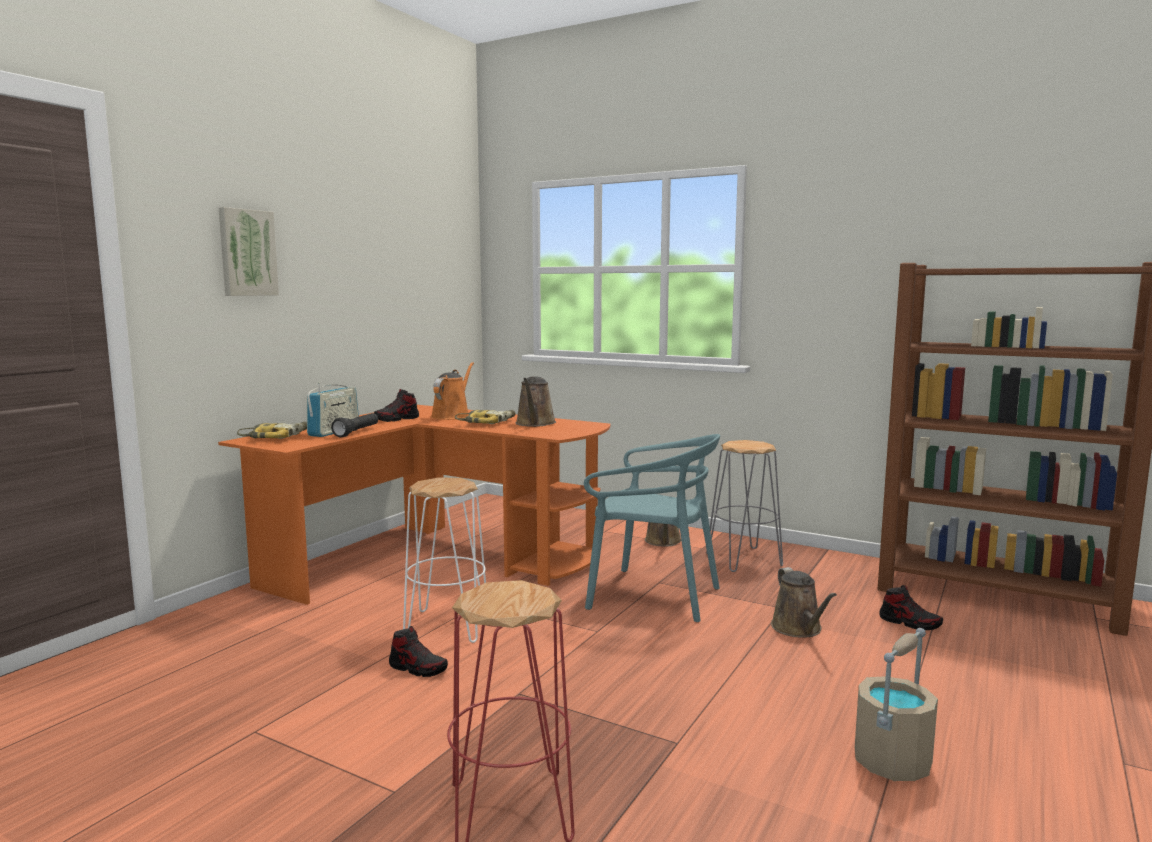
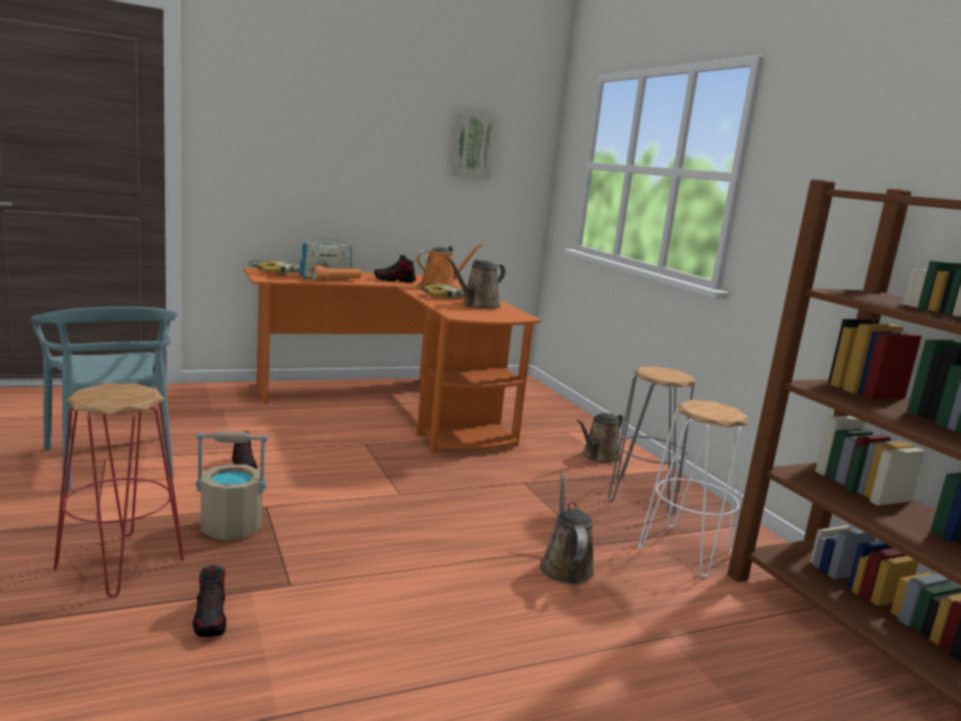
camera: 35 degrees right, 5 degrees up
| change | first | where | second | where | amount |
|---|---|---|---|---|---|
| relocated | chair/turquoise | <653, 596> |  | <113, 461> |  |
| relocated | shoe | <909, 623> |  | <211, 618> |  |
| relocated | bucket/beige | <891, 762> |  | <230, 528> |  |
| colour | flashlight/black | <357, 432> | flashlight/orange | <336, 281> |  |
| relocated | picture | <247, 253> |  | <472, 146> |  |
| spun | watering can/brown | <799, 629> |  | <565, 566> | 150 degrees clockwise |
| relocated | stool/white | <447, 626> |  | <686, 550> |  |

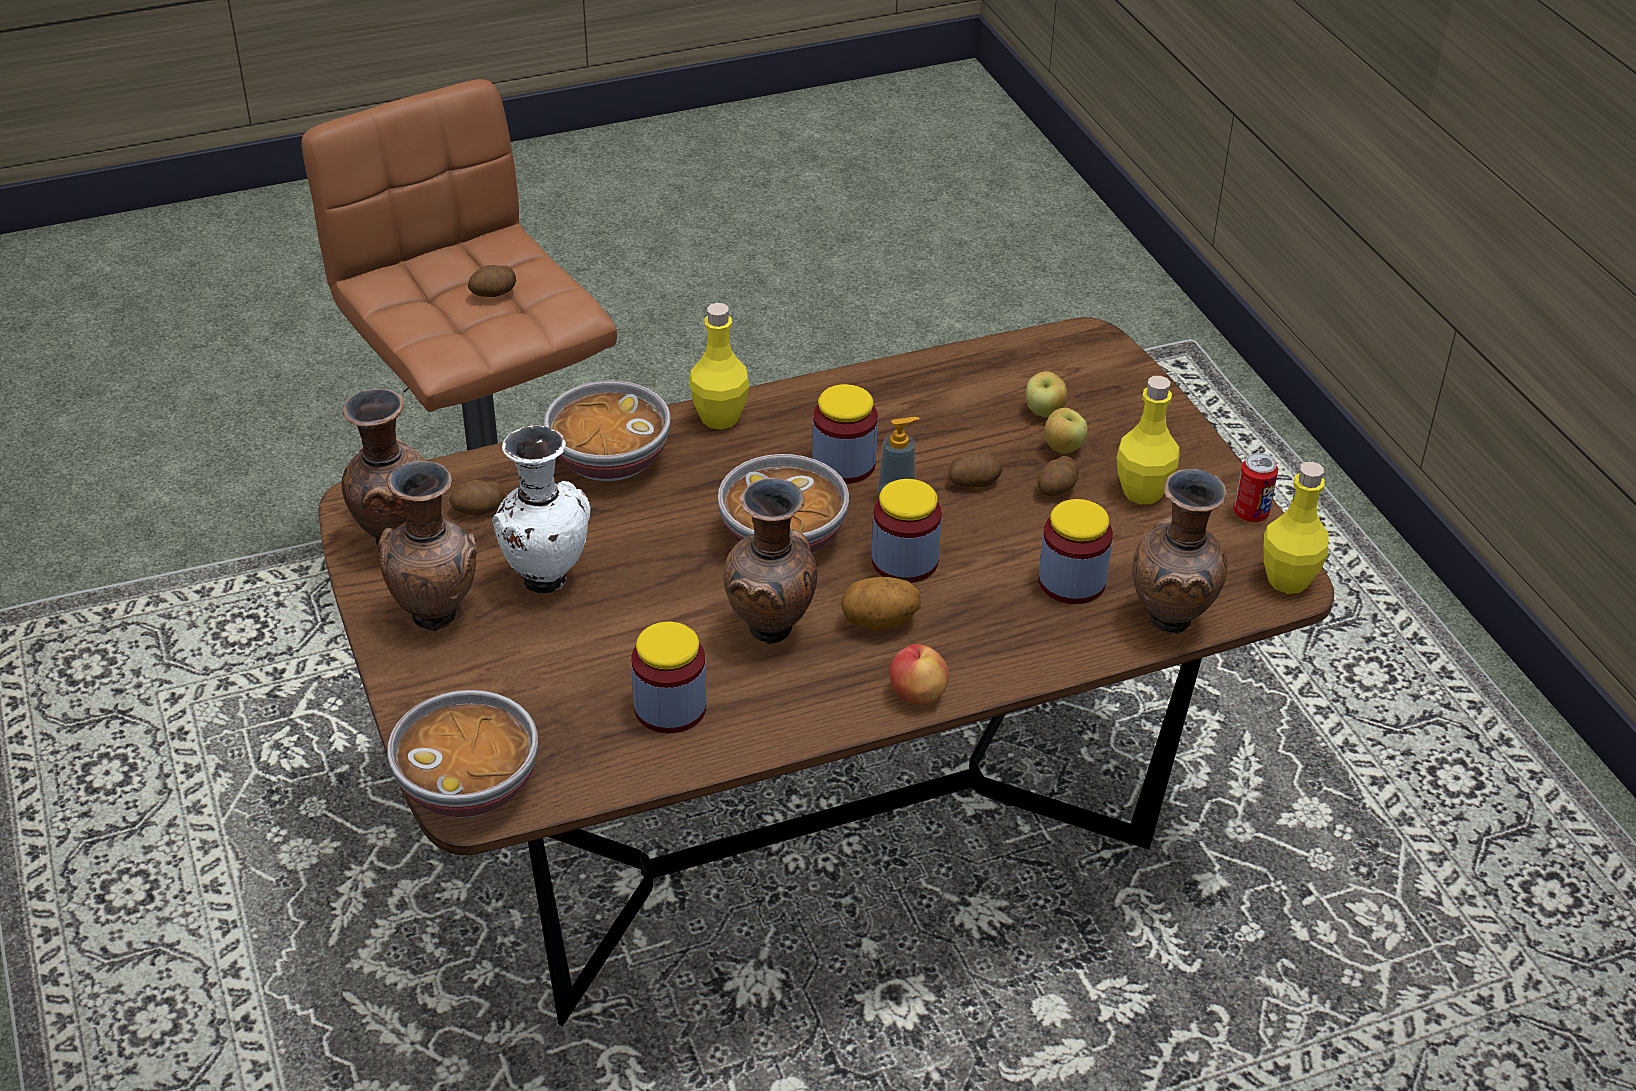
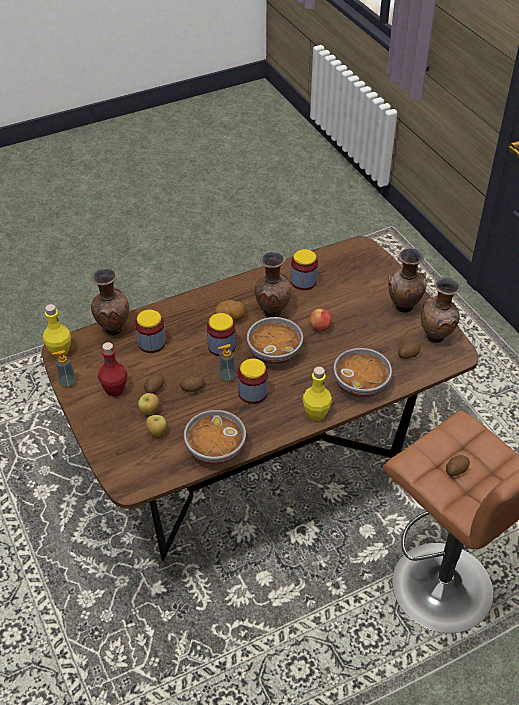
camera: 175 degrees right, 5 degrees up
| change | first | where | second | where | amount |
|---|---|---|---|---|---|
| exchanged | can | <1251, 514> | soap dispenser | <67, 382> |  |
| colour | bottle/yellow | <1142, 492> | bottle/red | <115, 390> |  |
| relocated | bowl | <470, 785> |  | <215, 450> |  |
| relocated | apple | <917, 694> |  | <320, 328> |  |
| missing | vase/white | <546, 578> |  |  |  |

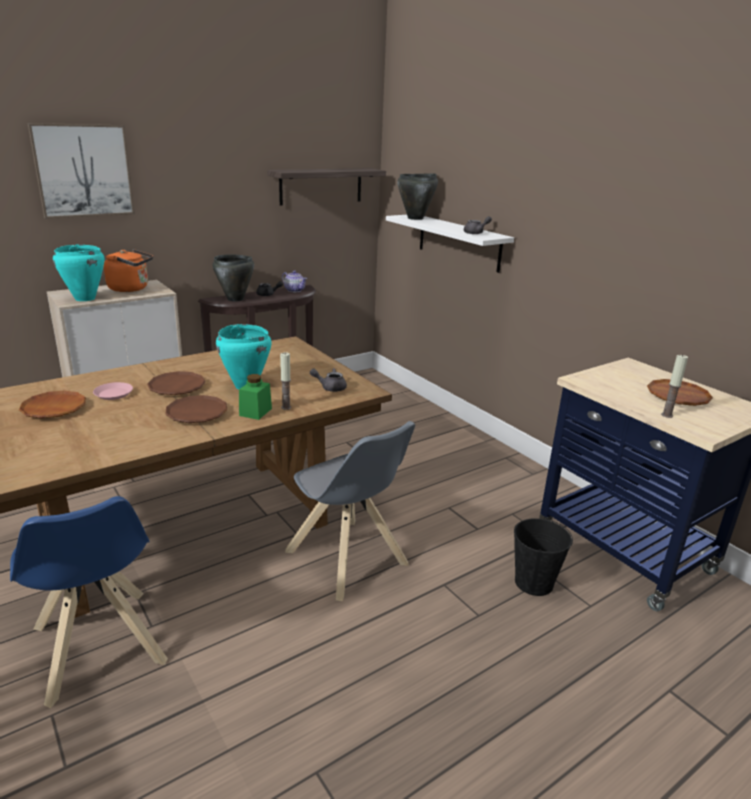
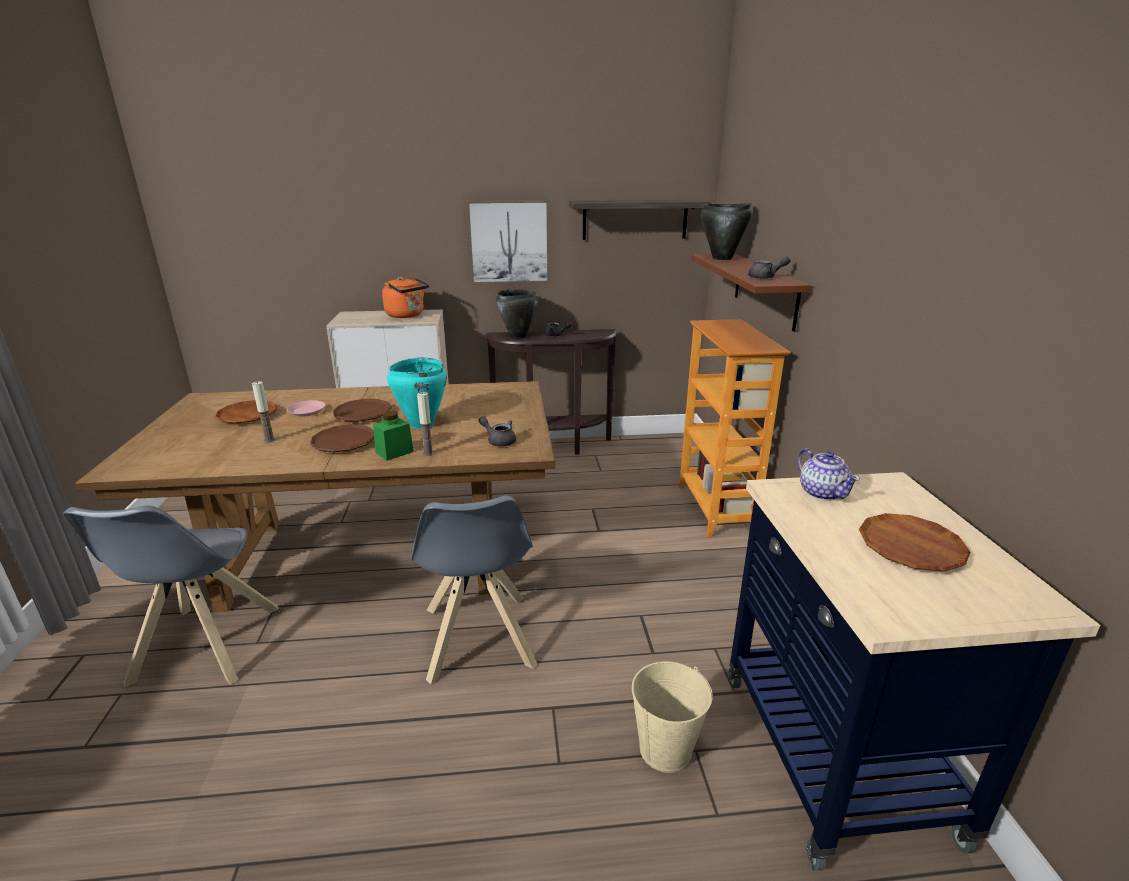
camera: 30 degrees right, 0 degrees up
| change | first | where | second | where | amount |
|---|---|---|---|---|---|
| colour | chair/blue | <99, 648> | chair/grey | <204, 647> |  |
| relocated | candle | <667, 415> |  | <269, 440> |  |
| relocated | picture | <83, 171> |  | <509, 242> |  |
| colour | bucket/black | <533, 582> | bucket/beige | <665, 749> |  |
| appeared |  |  | bookcase | <716, 509> |  |
| colour | shelf/white | <459, 242> | shelf/brown | <765, 290> |  |
| relocated | teapot | <294, 290> |  | <822, 492> |  |
| missing | cooking pot/turquoise | <84, 299> |  |  |  |

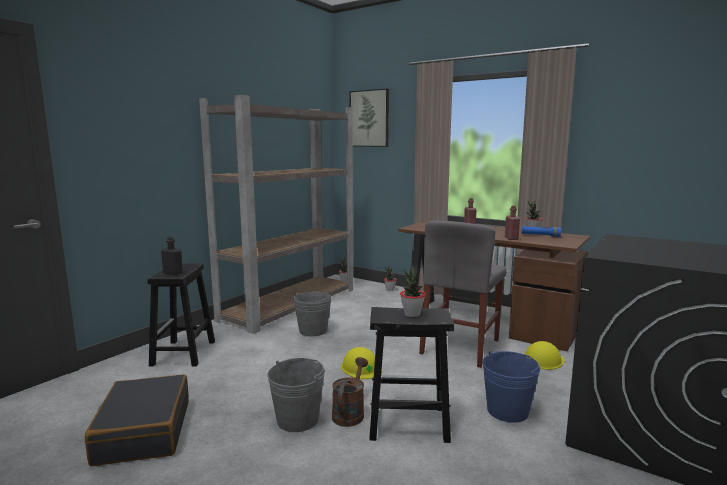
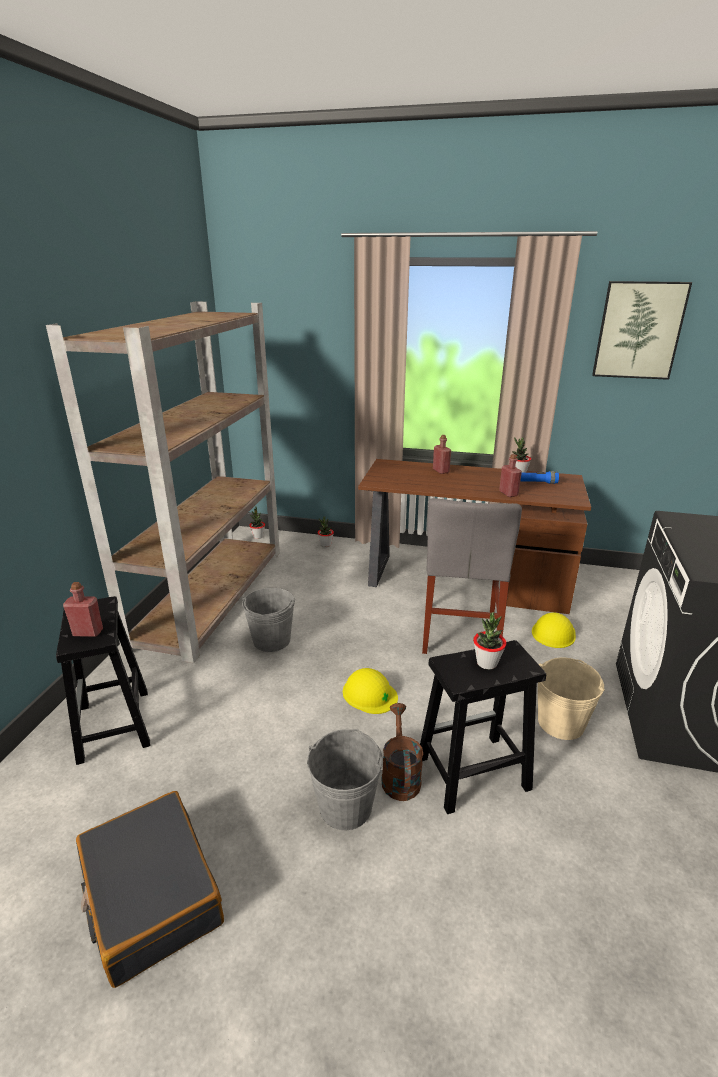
camera: 20 degrees left, 15 degrees up
| change | first | where | second | where | amount |
|---|---|---|---|---|---|
| colour | bottle/black | <173, 273> | bottle/red | <88, 632> |  |
| colour | bucket/blue | <507, 411> | bucket/beige | <560, 723> |  |
| relocated | picture | <369, 118> |  | <639, 330> |  |

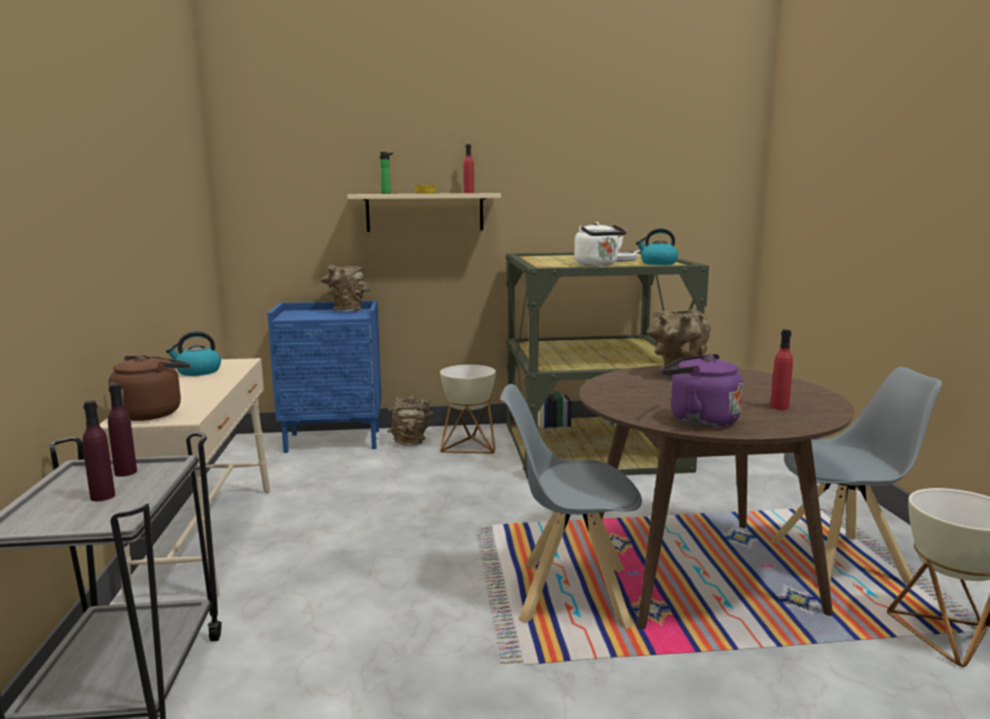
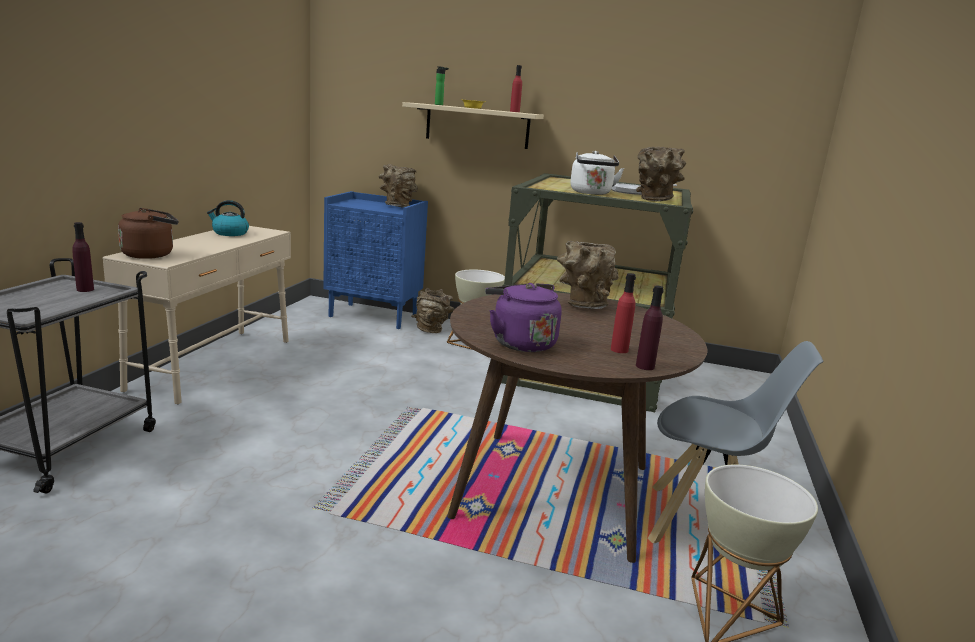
camera: 20 degrees right, 5 degrees up
| change | first | where | second | where | amount |
|---|---|---|---|---|---|
| exchanged | kettle | <658, 263> | vase/brown | <654, 200> |  |
| relocated | bottle/purple | <102, 496> |  | <645, 366> |  |
| missing | chair/grey | <569, 593> |  |  |  |

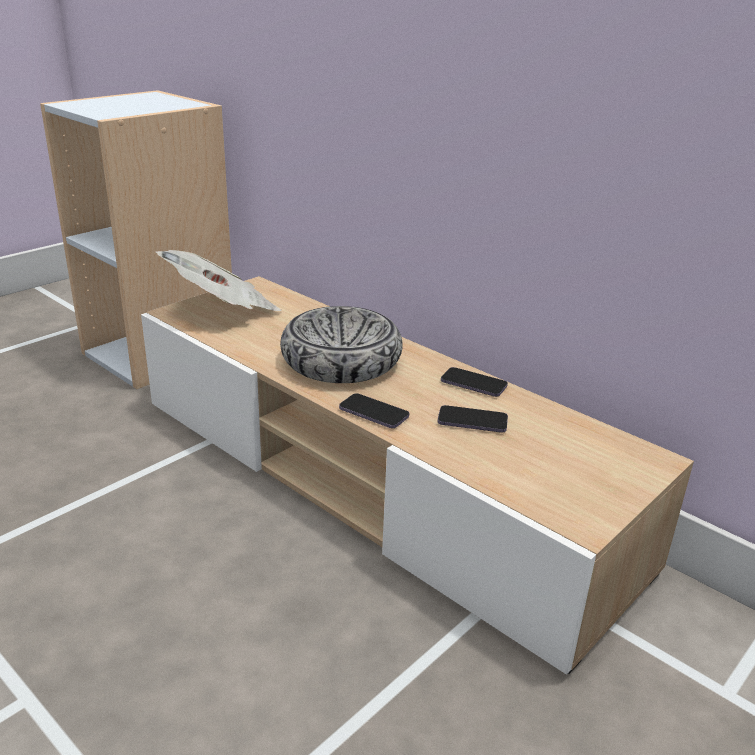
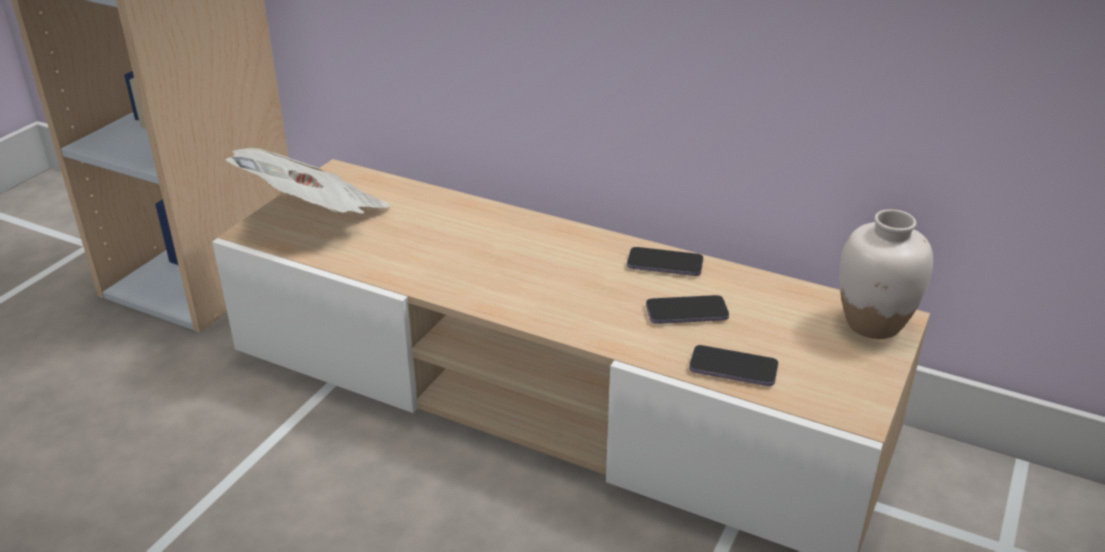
camera: 15 degrees left, 5 degrees up
| change | first | where | second | where | amount |
|---|---|---|---|---|---|
| relocated | phone | <373, 413> |  | <733, 368> |  |
| appeared |  |  | vase/white | <873, 324> |  |
| missing | bowl | <341, 361> |  |  |  |

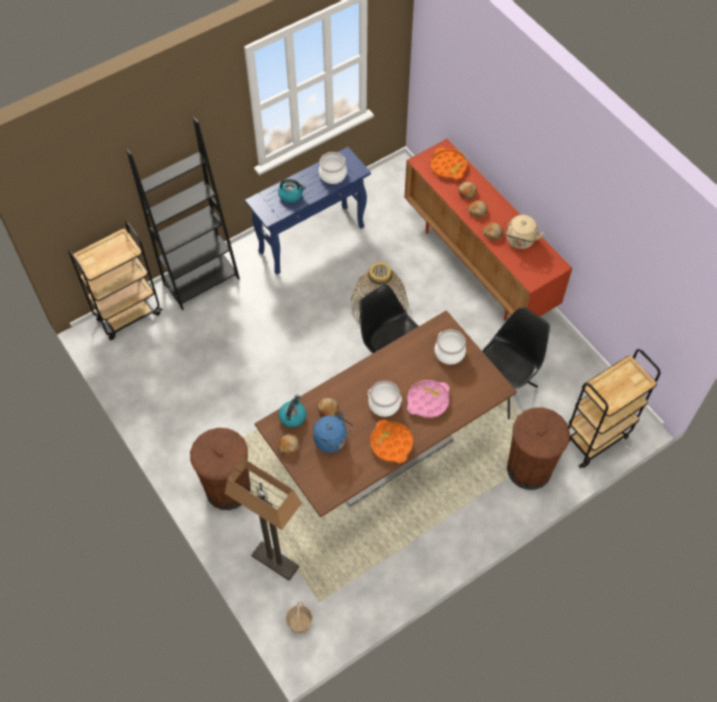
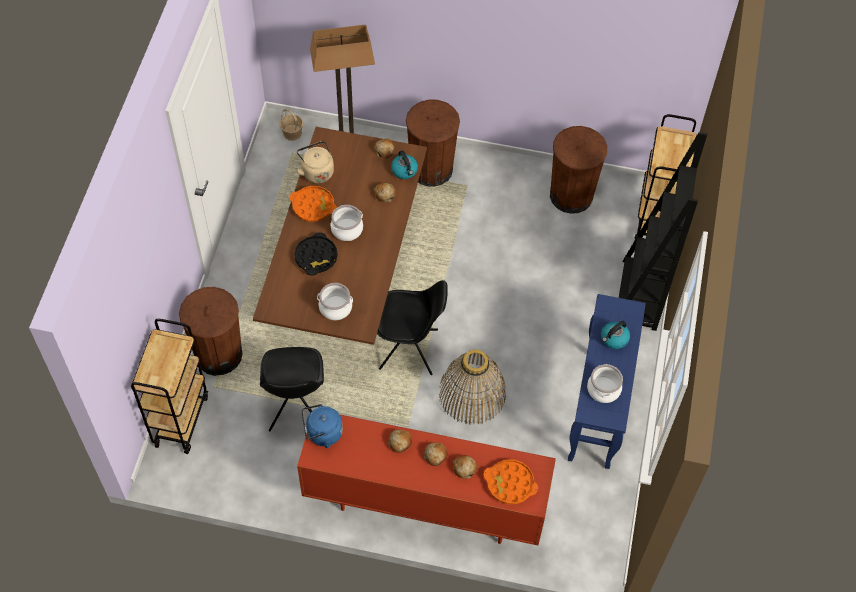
camera: 135 degrees right, 0 degrees up
| change | first | where | second | where | amount |
|---|---|---|---|---|---|
| colour | tray/pink | <427, 401> | tray/black | <316, 257> |  |
| relocated | kettle/beige | <520, 241> |  | <316, 171> |  |
| relocated | kettle/blue | <332, 441> |  | <322, 433> |  |
| appeared |  |  | trash can/brown | <571, 195> |  |

